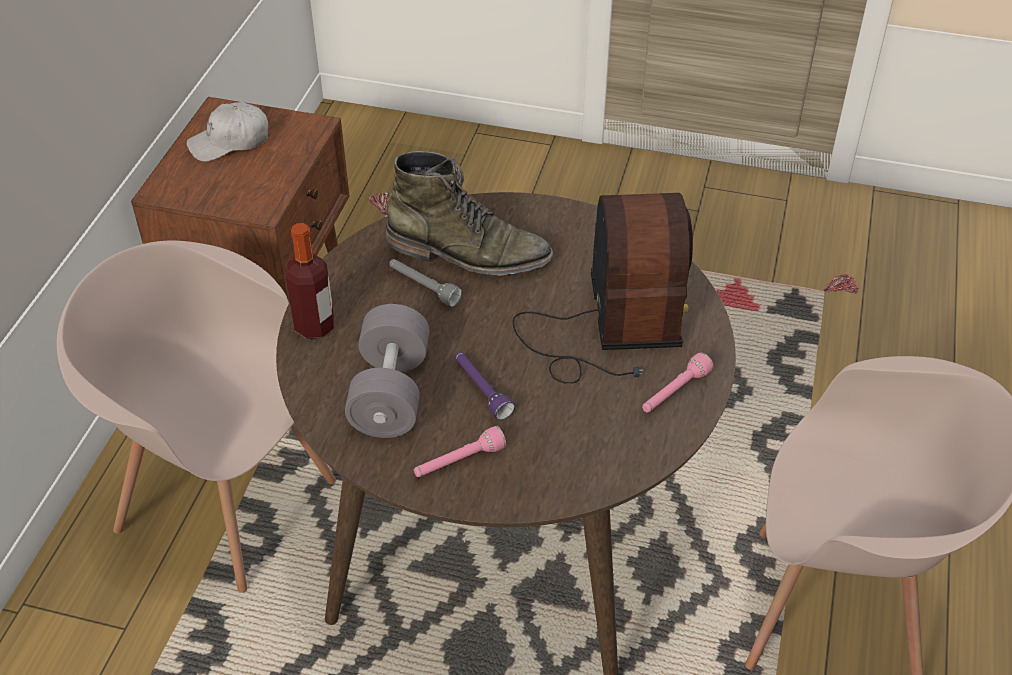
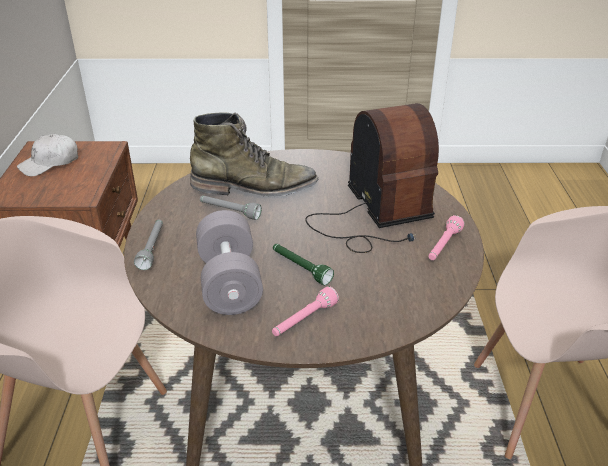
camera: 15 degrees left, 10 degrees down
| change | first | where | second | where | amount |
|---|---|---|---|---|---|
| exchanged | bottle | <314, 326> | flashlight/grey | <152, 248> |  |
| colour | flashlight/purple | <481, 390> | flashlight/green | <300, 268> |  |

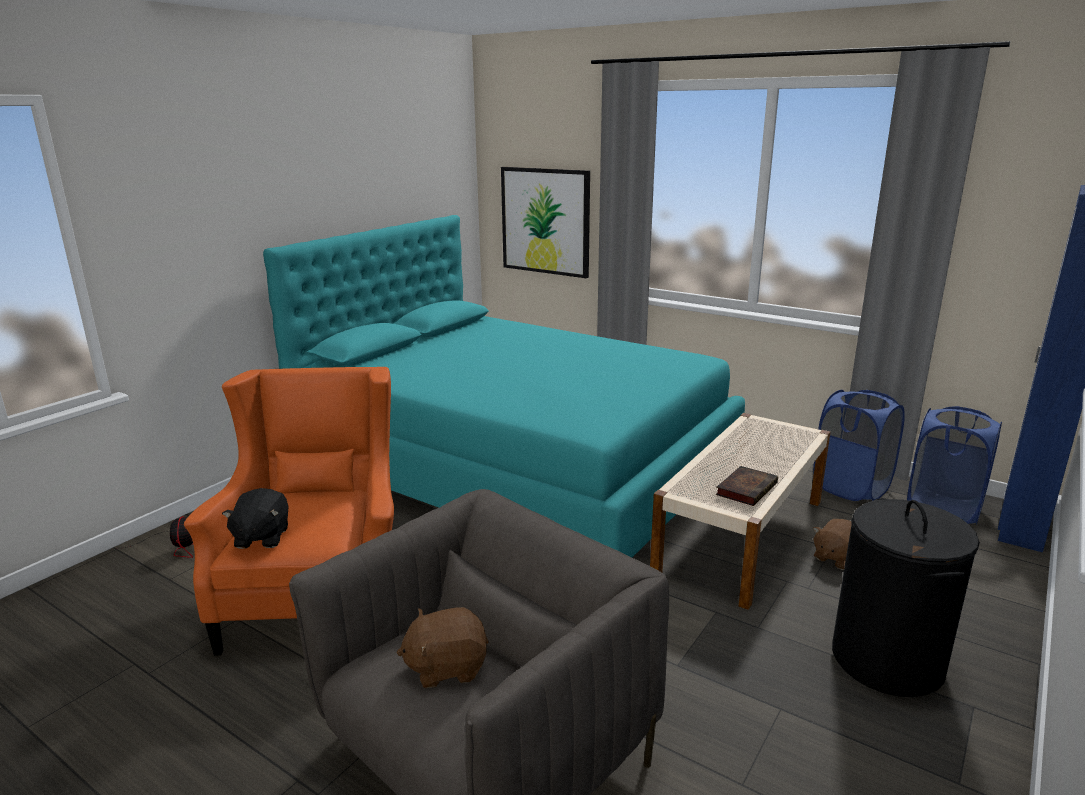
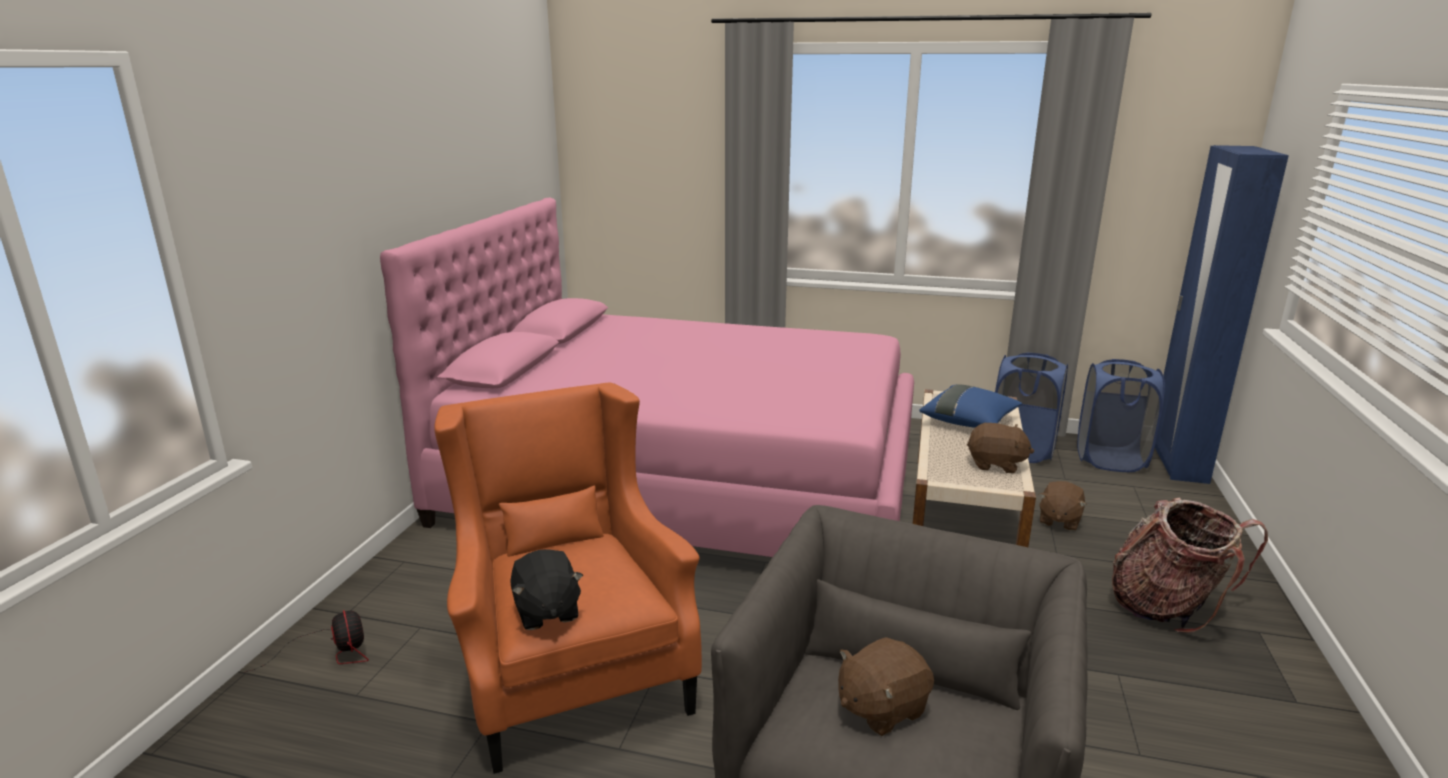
camera: 20 degrees left, 0 degrees up
| change | first | where | second | where | amount |
|---|---|---|---|---|---|
| colour | bed/turquoise | <515, 466> | bed/pink | <686, 480> |  |
| appeared |  |  | pillow/blue | <969, 422> |  |
| exchanged | book | <746, 489> | plush toy/brown | <996, 464> |  |
| exchanged | laundry basket/black | <888, 660> | backpack | <1167, 607> |  |
| missing | picture | <545, 221> |  |  |  |

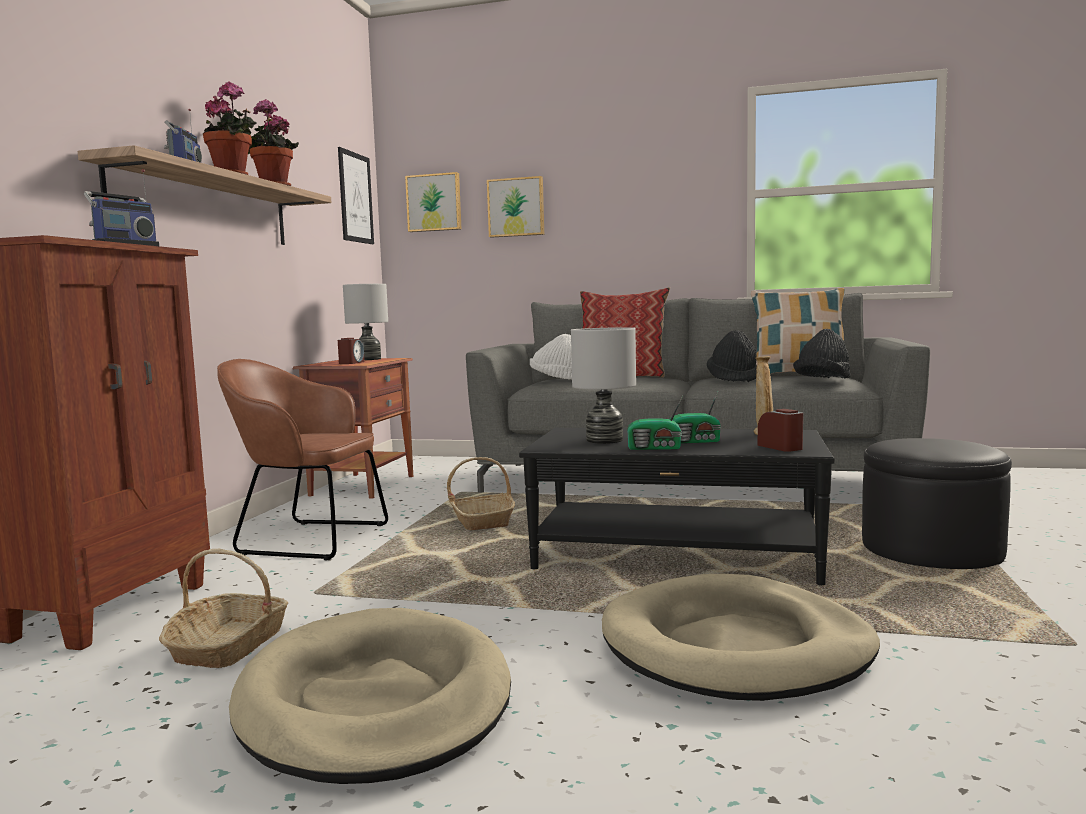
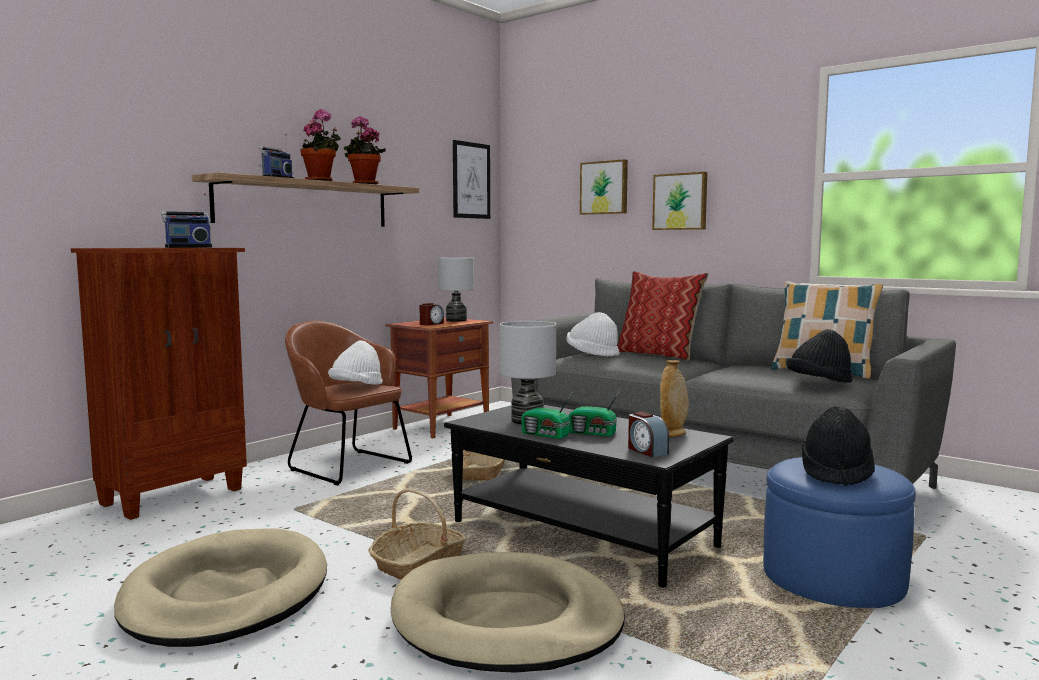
camera: 25 degrees right, 0 degrees up
| change | first | where | second | where | amount |
|---|---|---|---|---|---|
| appeared |  |  | hat/white | <356, 387> |  |
| relocated | basket | <229, 645> |  | <418, 563> |  |
| spun | alarm clock | <781, 447> |  | <646, 451> | 150 degrees clockwise |
| relocated | picture | <434, 203> |  | <680, 201> |  |
| colour | ottoman/black | <931, 549> | ottoman/blue | <833, 577> |  |
| relocated | hat/black | <733, 379> |  | <836, 473> |  |

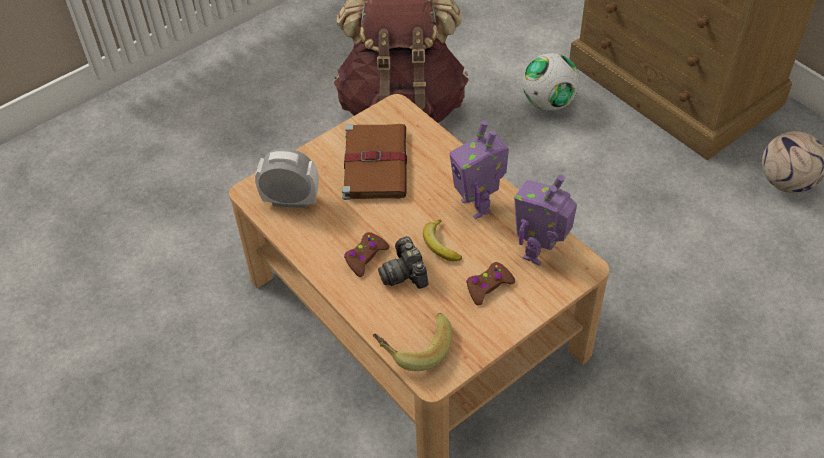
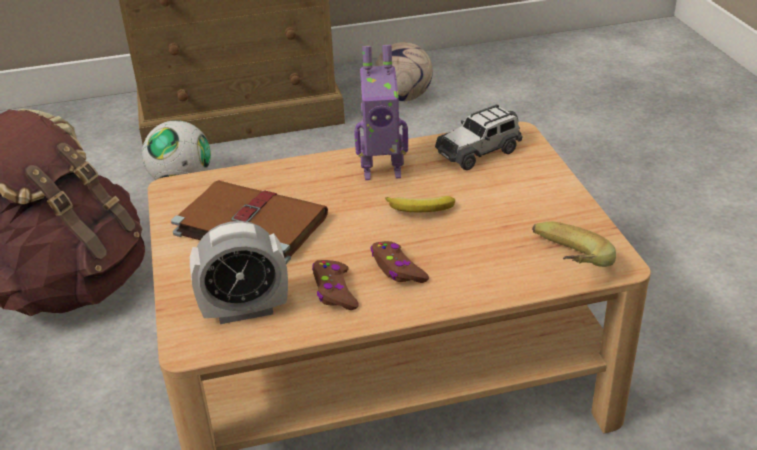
camera: 65 degrees left, 15 degrees down
| change | first | where | second | where | amount |
|---|---|---|---|---|---|
| spun | alarm clock | <291, 200> |  | <245, 310> | 135 degrees counterclockwise |
| relocated | game controller/brown | <488, 286> |  | <334, 291> |  |
| exchanged | toy robot | <540, 252> | toy car | <479, 152> |  |
| missing | photo camera | <405, 273> |  |  |  |

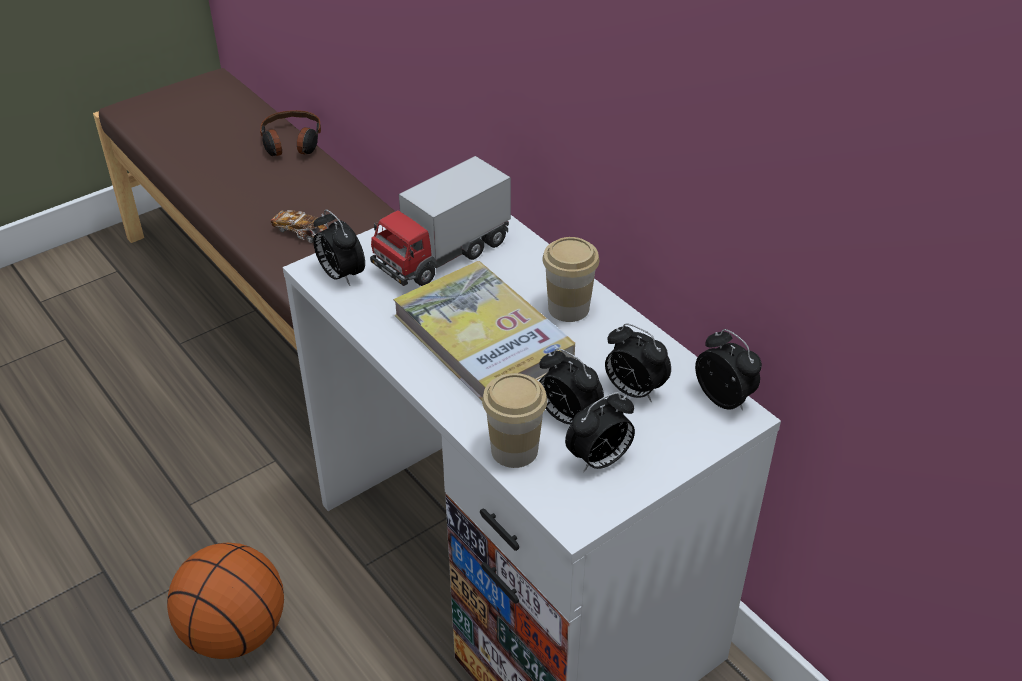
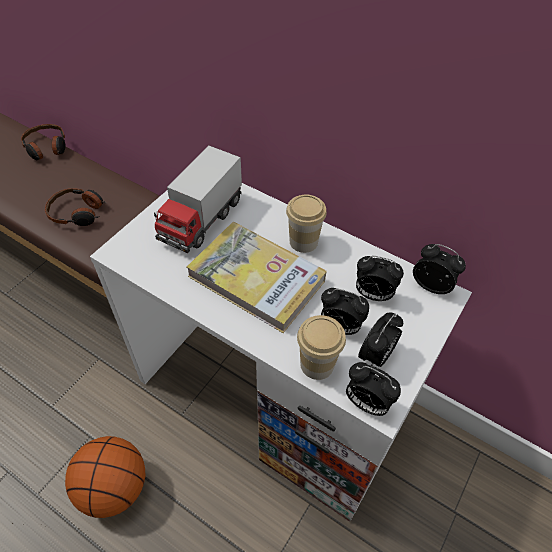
camera: 20 degrees left, 10 degrees up
| change | first | where | second | where | amount |
|---|---|---|---|---|---|
| exchanged | toy car | <301, 233> | headphones | <78, 213> |  |
| relocated | alarm clock | <340, 275> |  | <366, 403> |  |

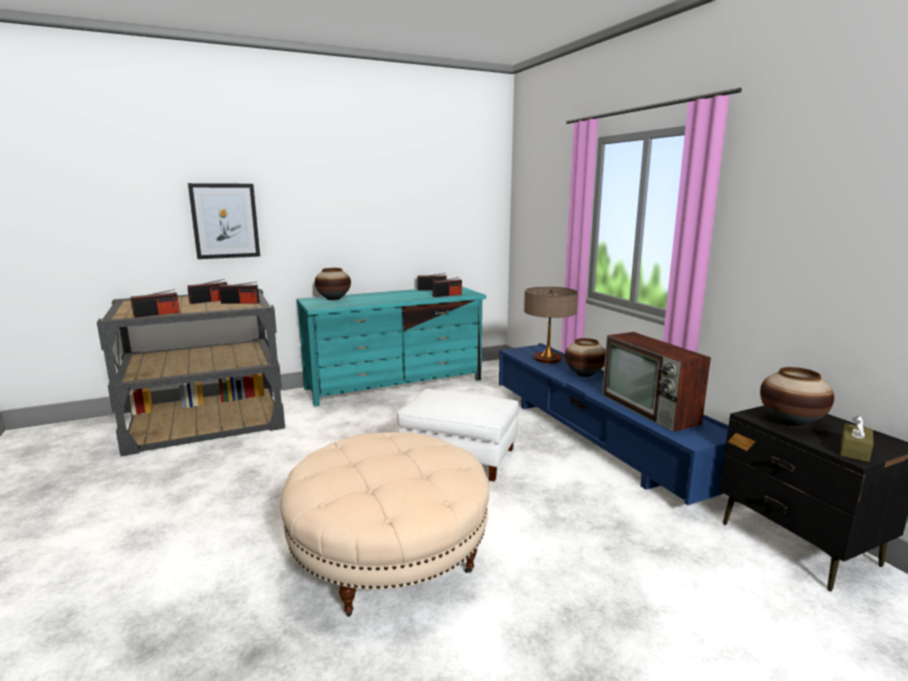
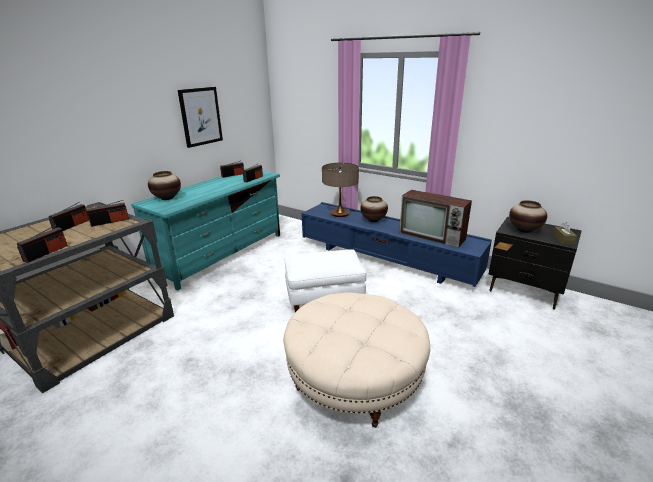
camera: 30 degrees left, 10 degrees up
| change | first | where | second | where | amount |
|---|---|---|---|---|---|
| relocated | picture | <225, 221> |  | <200, 116> |  |

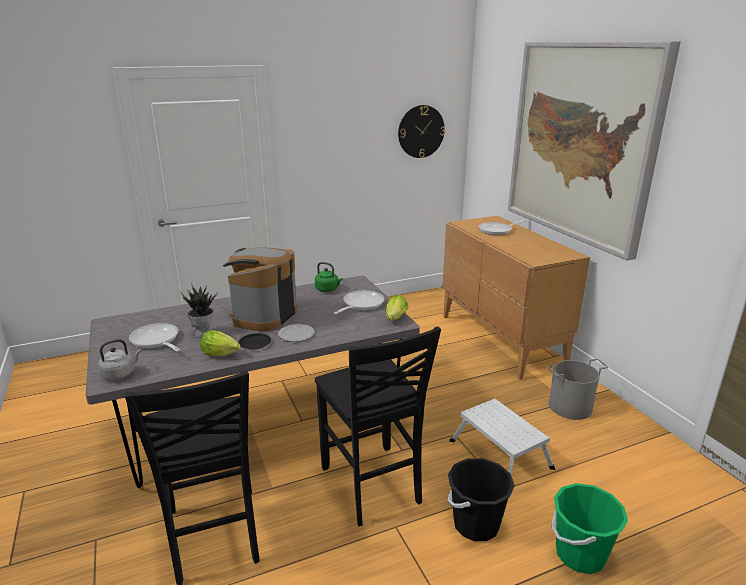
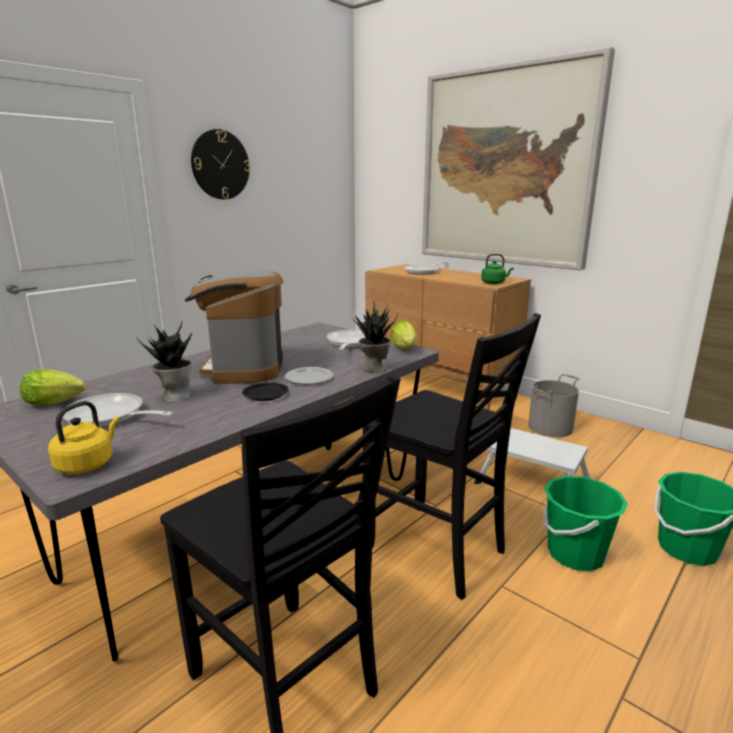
camera: 25 degrees left, 5 degrees down
| change | first | where | second | where | amount |
|---|---|---|---|---|---|
| relocated | lettuce | <222, 355> |  | <57, 403> |  |
| colour | kettle/grey | <120, 374> | kettle/yellow | <87, 464> |  |
| relocated | wall clock | <421, 131> |  | <220, 165> |  |
| appeared |  |  | potted plant | <373, 369> |  |
| relocated | kettle/green | <328, 289> |  | <494, 283> |  |
| colour | bucket/black | <476, 524> | bucket/green | <575, 554> |  |

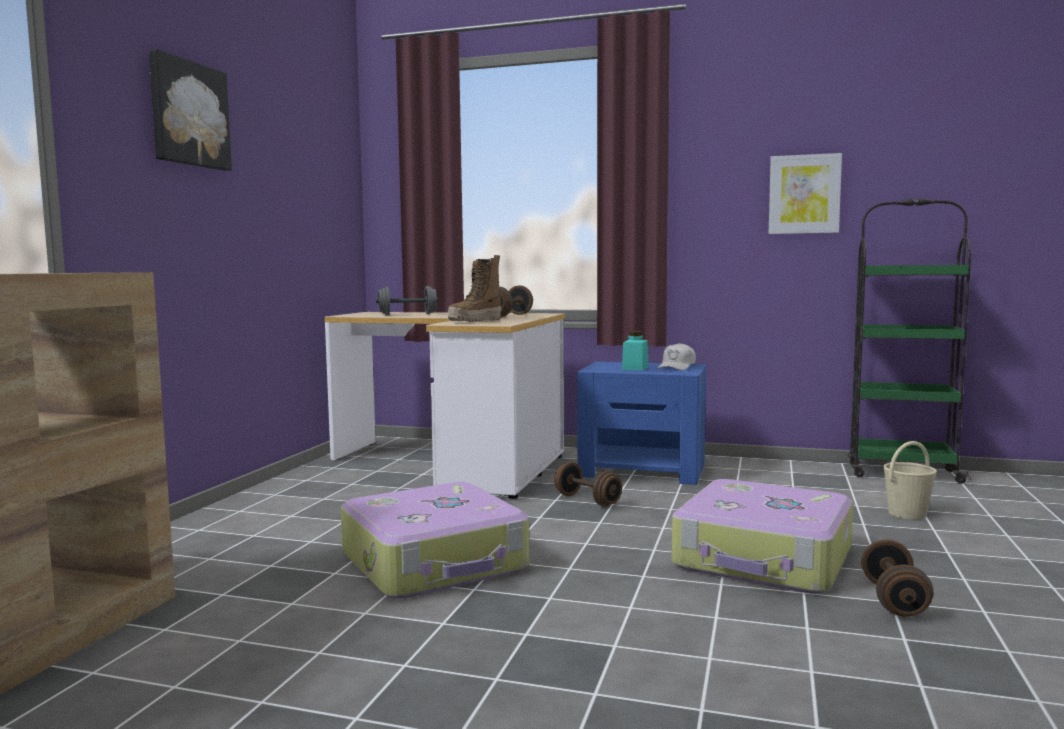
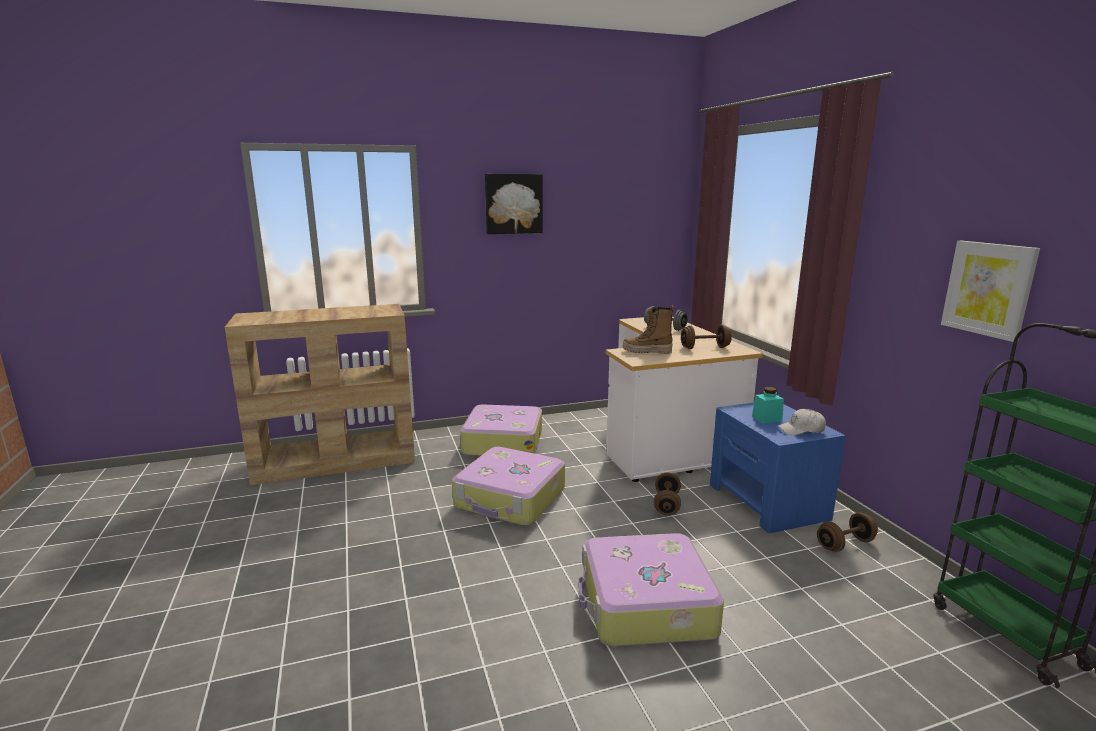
camera: 55 degrees right, 10 degrees up
| change | first | where | second | where | amount |
|---|---|---|---|---|---|
| appeared |  |  | suitcase | <502, 442> |  |
| relocated | dumbbell/brown | <894, 600> |  | <845, 544> |  |
| missing | bucket/beige | <907, 514> |  |  |  |

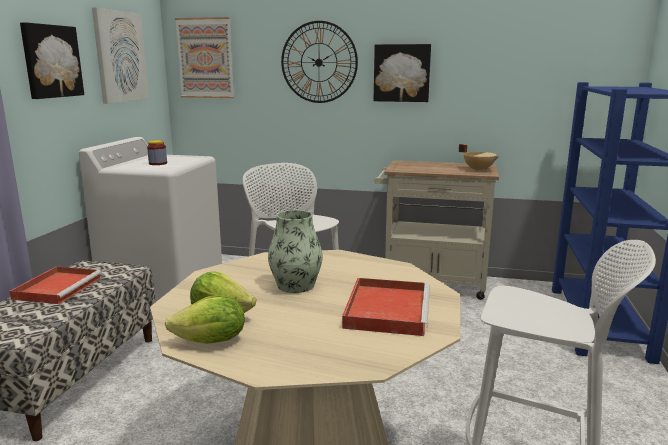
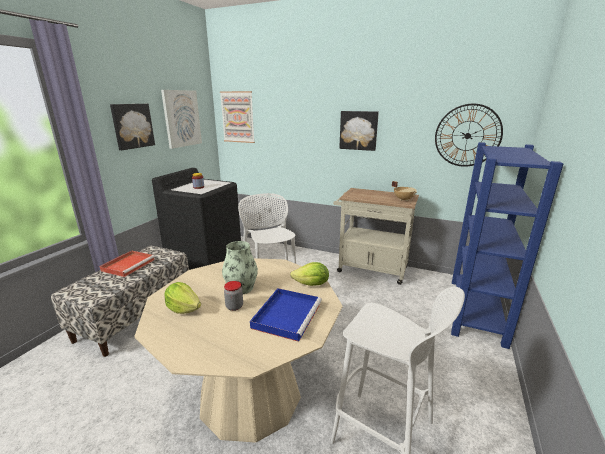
camera: 10 degrees right, 5 degrees up
| change | first | where | second | where | amount |
|---|---|---|---|---|---|
| colour | washing machine/white | <164, 293> | washing machine/black | <206, 263> |  |
| appeared |  |  | jar | <234, 306> |  |
| colour | tray/red | <387, 309> | tray/blue | <287, 314> |  |
| relocated | lettuce | <211, 342> |  | <312, 284> |  |
| relocated | wall clock | <319, 62> |  | <467, 136> |  |

